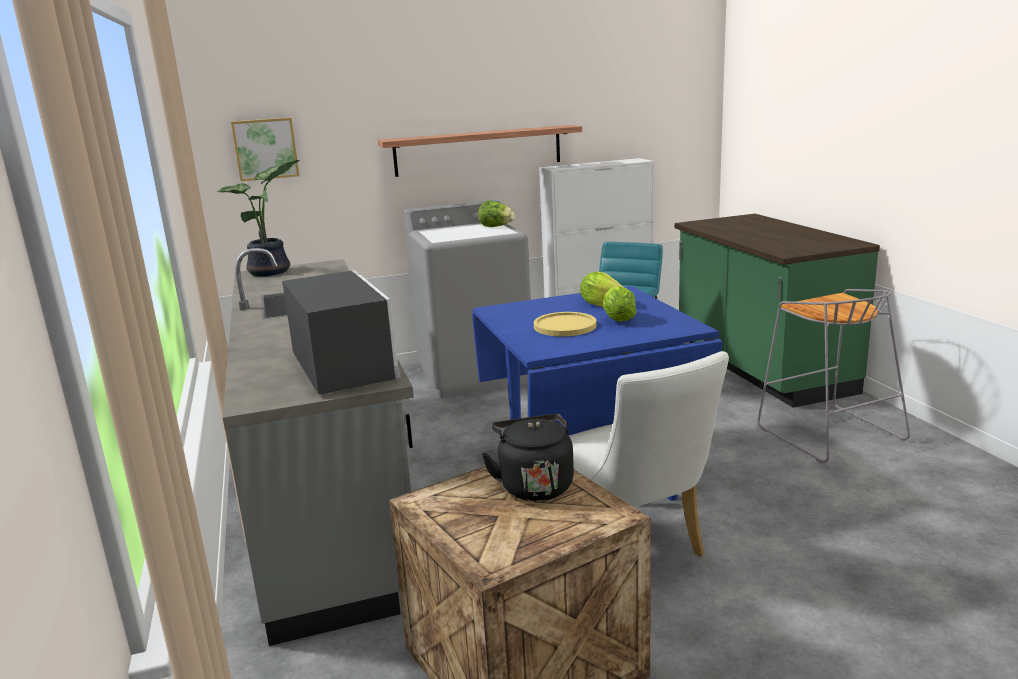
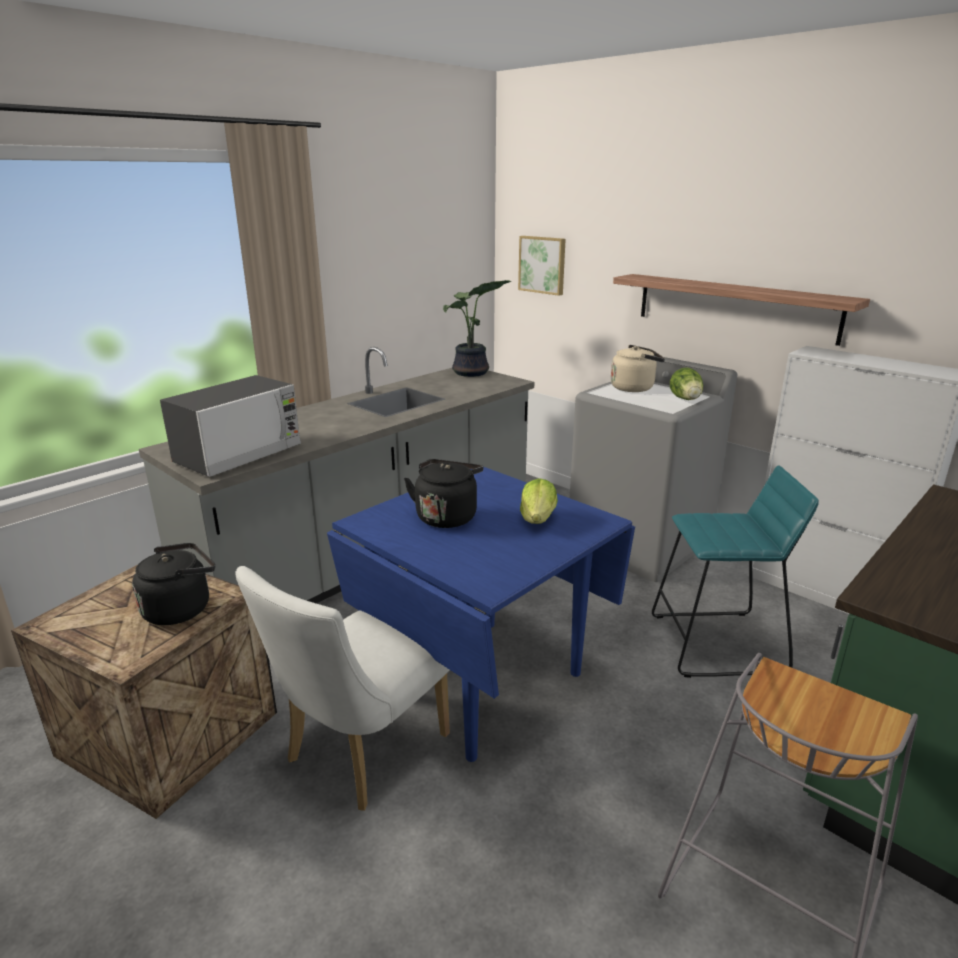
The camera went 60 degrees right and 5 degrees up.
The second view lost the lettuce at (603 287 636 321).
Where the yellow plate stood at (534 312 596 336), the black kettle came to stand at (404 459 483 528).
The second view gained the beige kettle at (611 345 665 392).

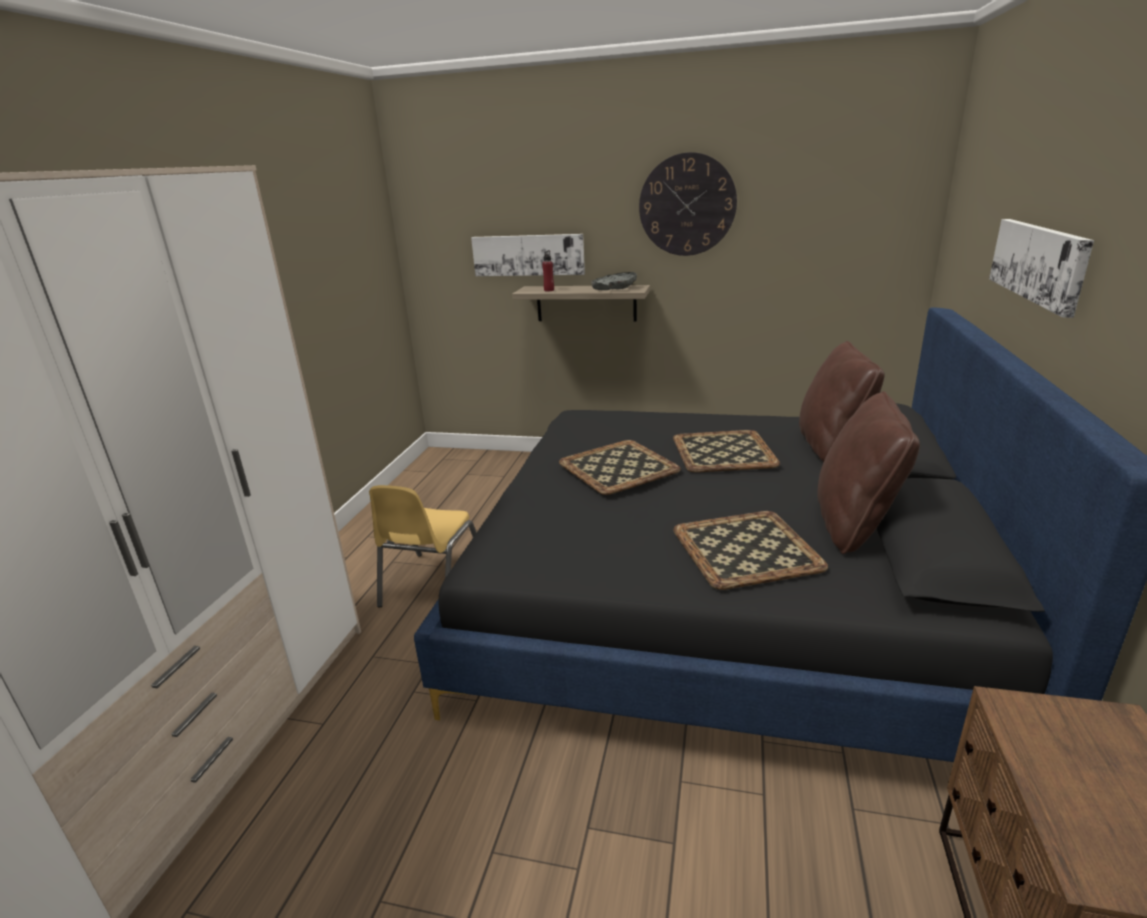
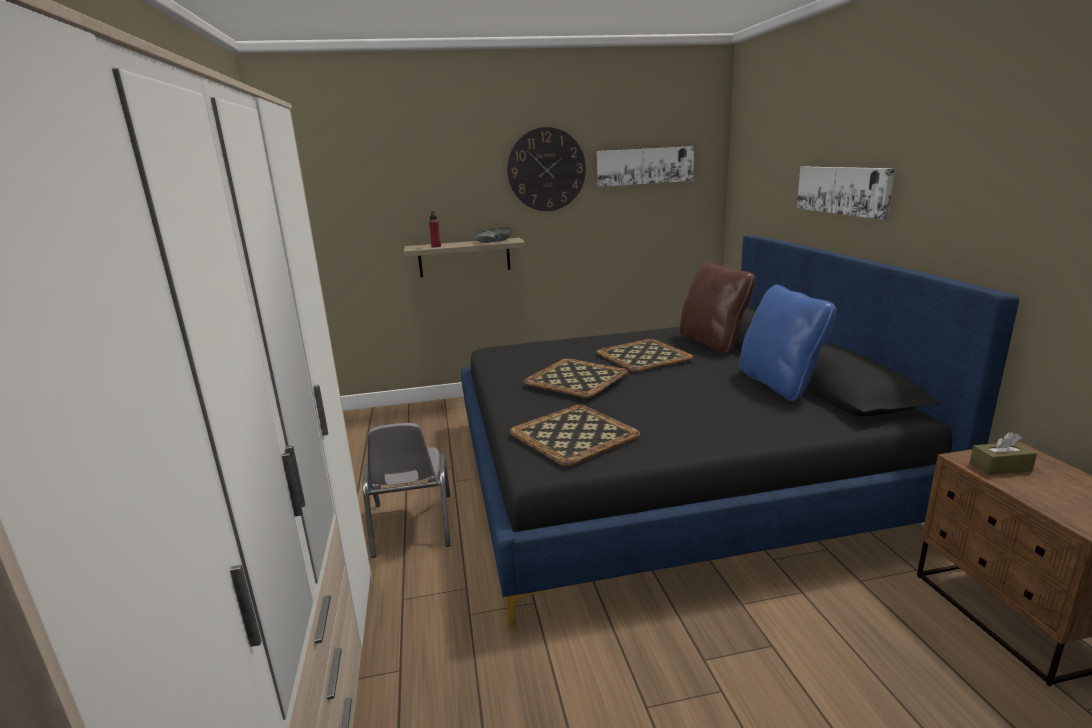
The camera went 25 degrees left and 5 degrees down.
The picture ended up elsewhere, having gone from (471 234 585 276) to (597 146 694 187).
What was the brown pillow at (817 391 920 554) turned into the blue pillow at (739 284 836 401).
What was the yellow chair at (369 485 477 608) turned into the grey chair at (362 423 451 558).
The tray ended up elsewhere, having gone from (673 511 828 590) to (509 405 640 466).
The second view gained the brown tissue box at (970 432 1037 475).

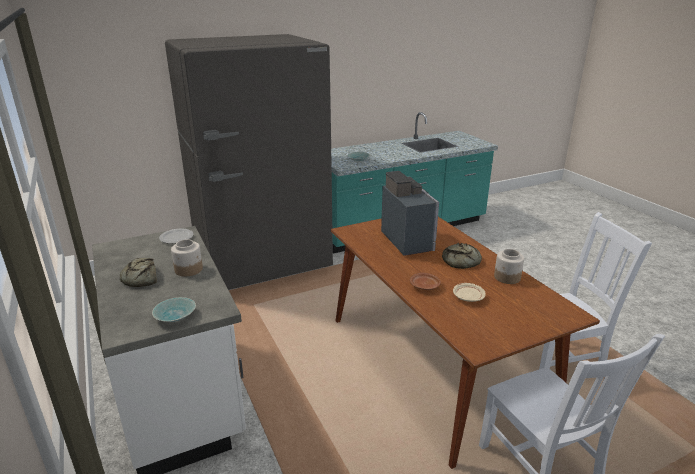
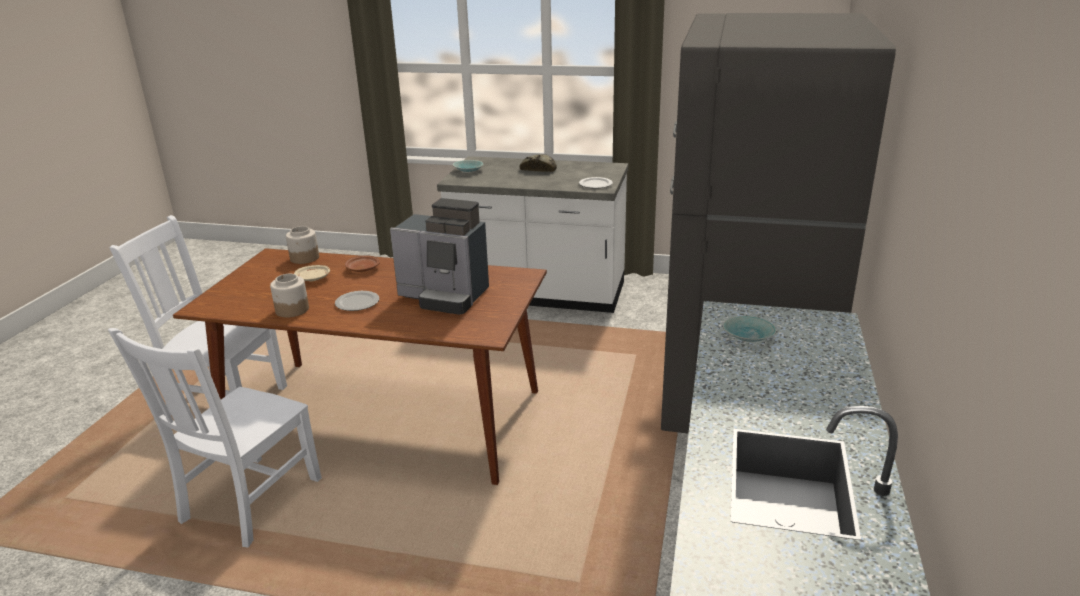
The camera went 130 degrees right and 0 degrees up.
The jar ended up elsewhere, having gone from (171 240 203 276) to (286 226 319 264).
Where the bread stood at (442 243 482 269), the plate came to stand at (335 291 379 311).

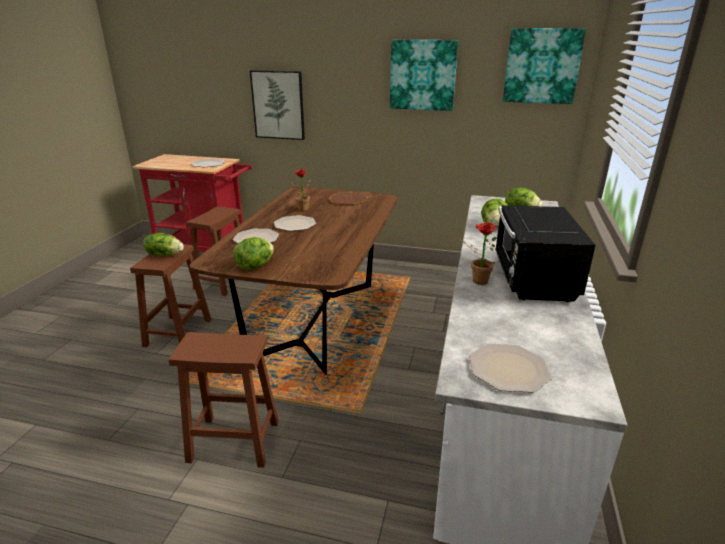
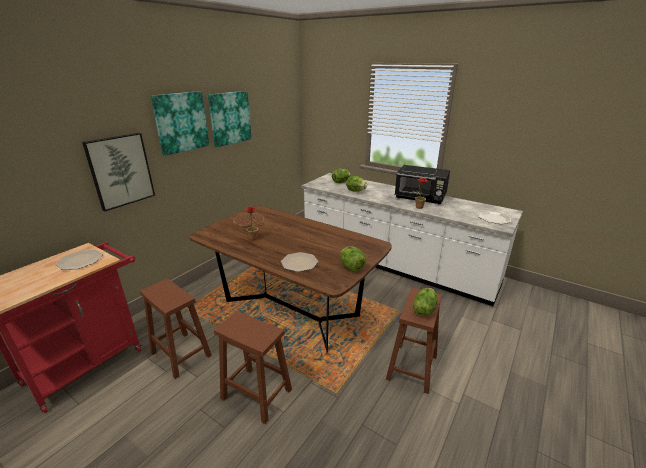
The camera went 70 degrees left and 0 degrees up.
The picture ended up elsewhere, having gone from (503 28 586 104) to (151 91 209 156).
The second view lost the plate at (274 215 316 231).
The lettuce ended up elsewhere, having gone from (143 233 184 257) to (413 288 438 316).

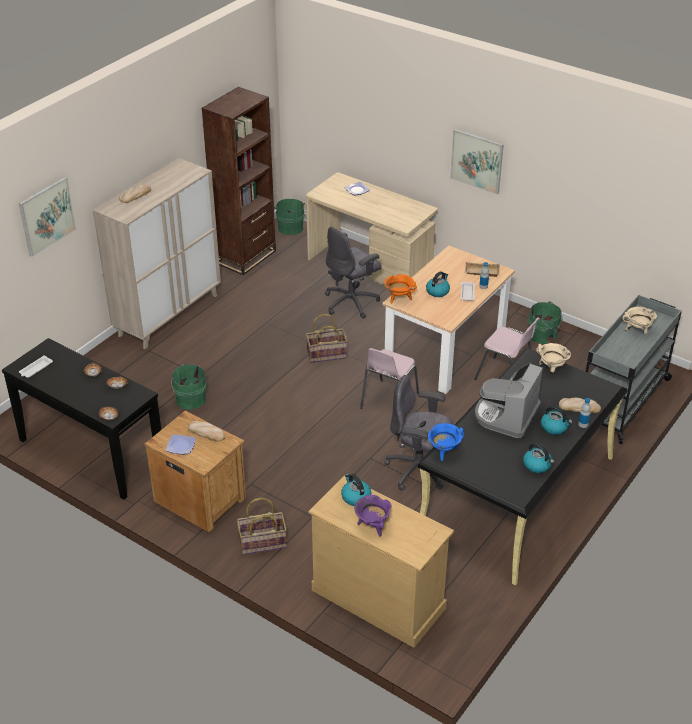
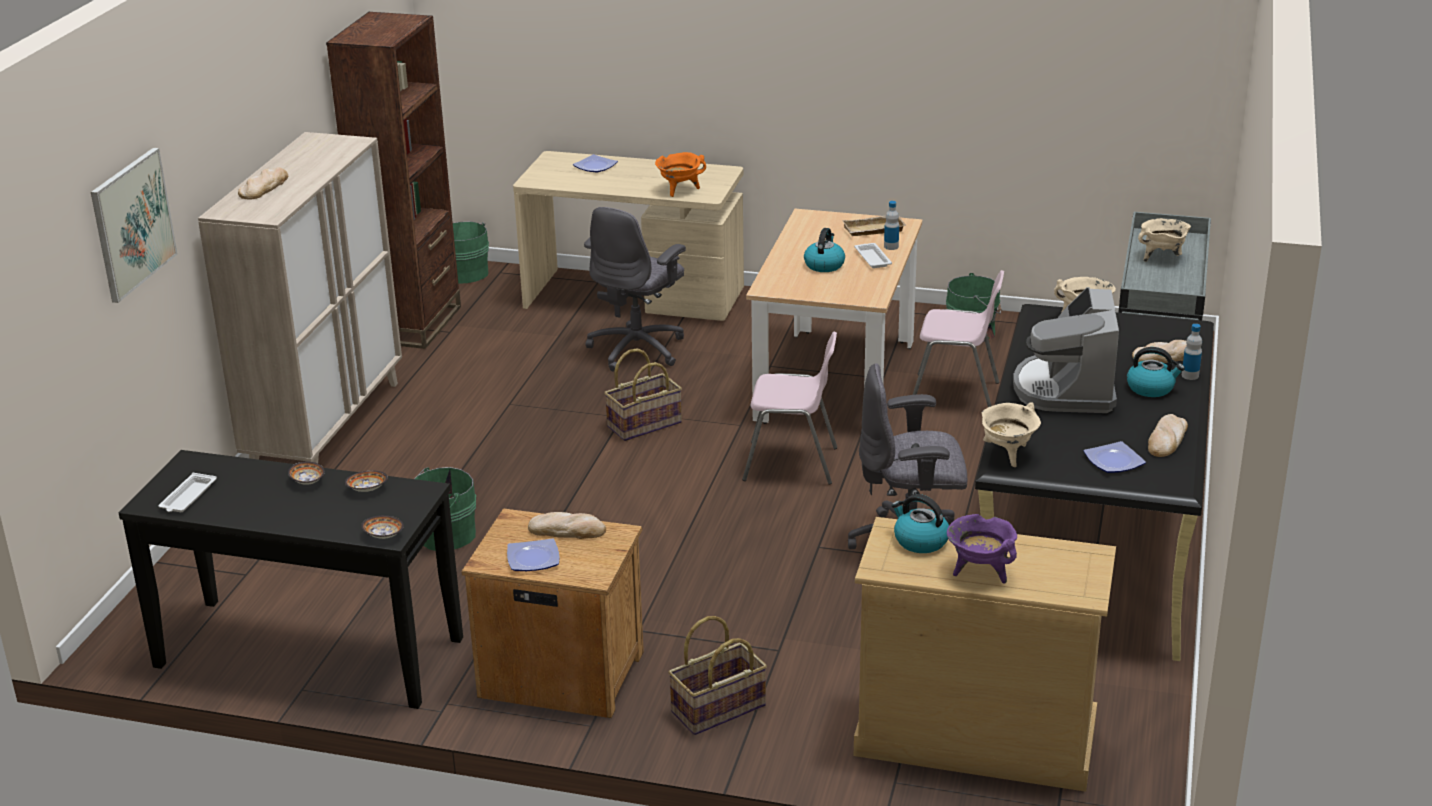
The camera went 20 degrees left and 10 degrees down.
The second view lost the picture at (450 129 504 195).
The orange cooking pot ended up elsewhere, having gone from (384 274 417 303) to (655 152 706 197).
The pink chair at (360 348 419 409) ended up facing another way, 90 degrees counterclockwise from before.
What was the blue cooking pot at (428 423 464 461) turned into the beige cooking pot at (981 403 1041 467).
Where the kettle stood at (523 442 554 473), the bread came to stand at (1148 414 1188 457).
The second view gained the plate at (1083 441 1146 473).

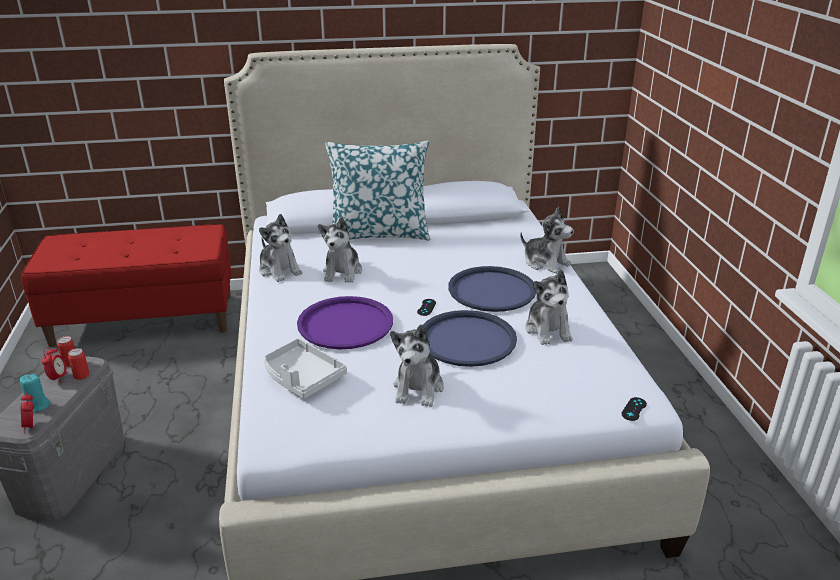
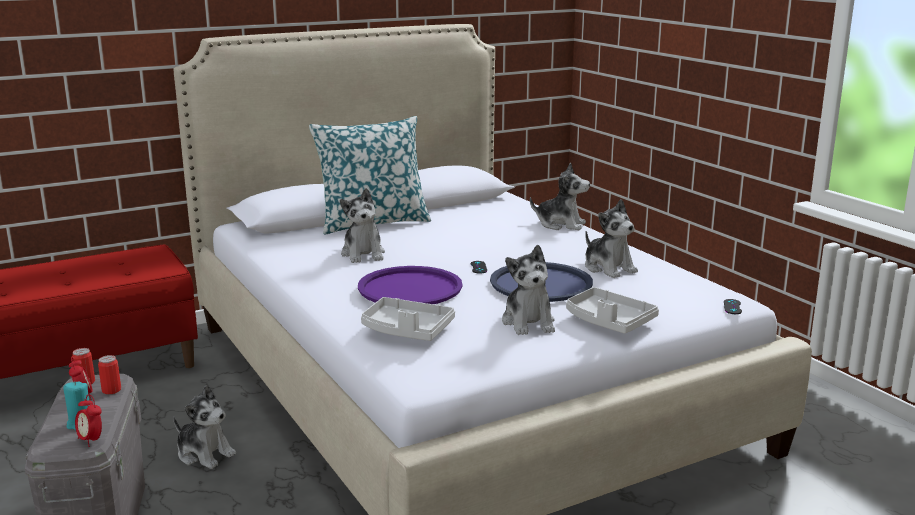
The camera went 20 degrees left and 10 degrees down.
The plush toy ended up elsewhere, having gone from (259 214 303 282) to (173 385 236 469).
The second view lost the blue tray at (448 266 536 312).
The second view gained the grey tray at (566 287 659 334).

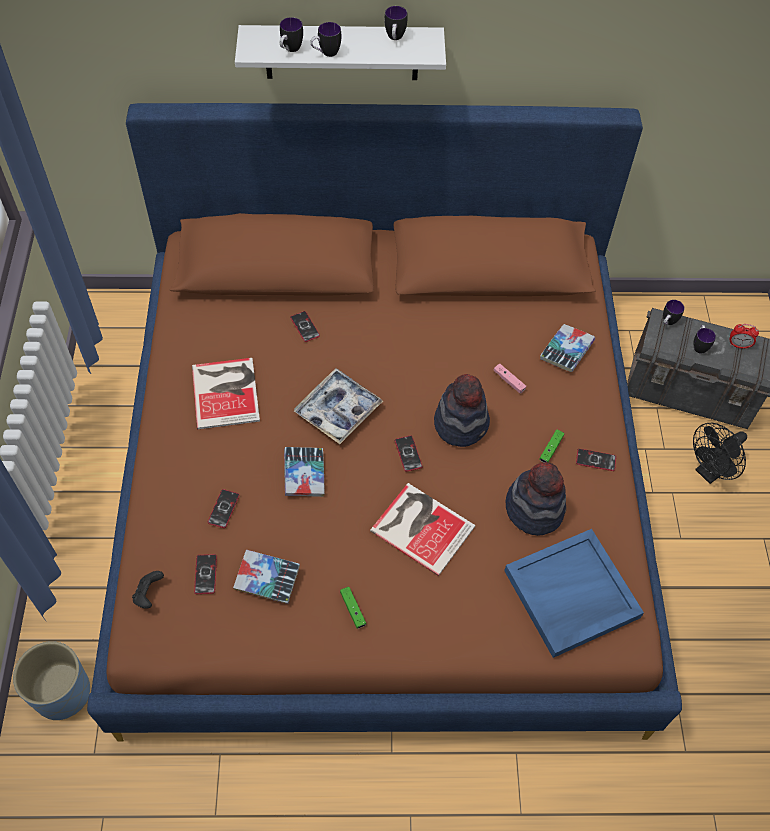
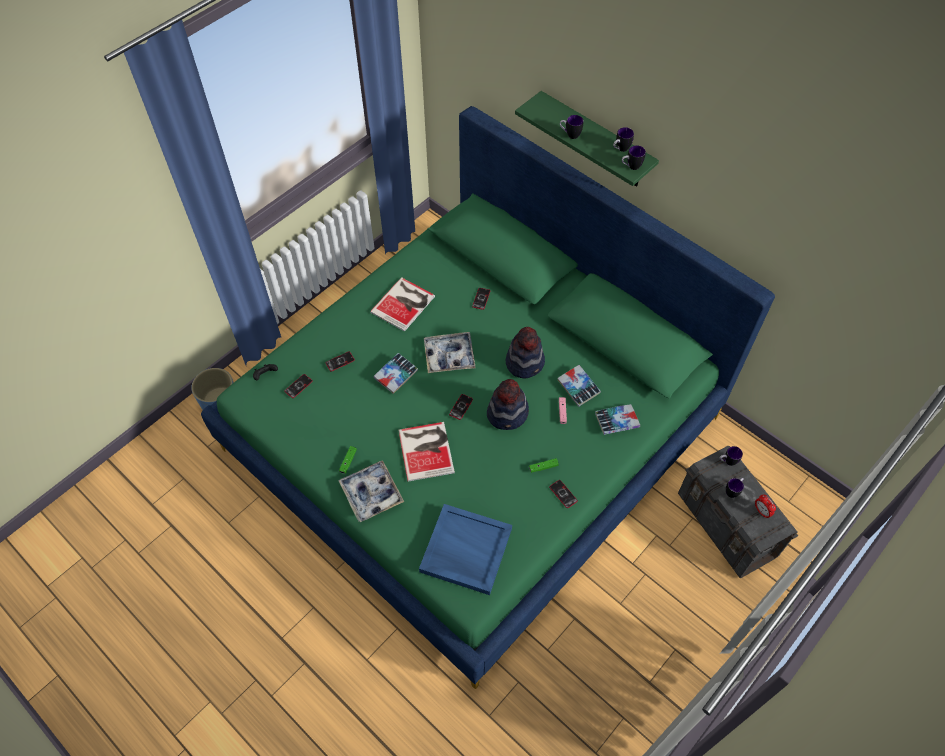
The camera went 45 degrees right and 0 degrees up.
The mug ended up elsewhere, having gone from (280 17 303 52) to (622 145 646 170).
What was the white shelf at (235 25 446 80) turned into the green shelf at (515 91 659 187).
What was the brown bed at (87 103 682 742) turned into the green bed at (201 106 775 689).
The second view lost the black fan at (693 423 747 484).
The hat ended up elsewhere, having gone from (506 462 567 536) to (506 327 545 378).
The book ended up elsewhere, having gone from (233 550 300 604) to (557 365 601 407).
The second view gained the tray at (338 460 404 522).

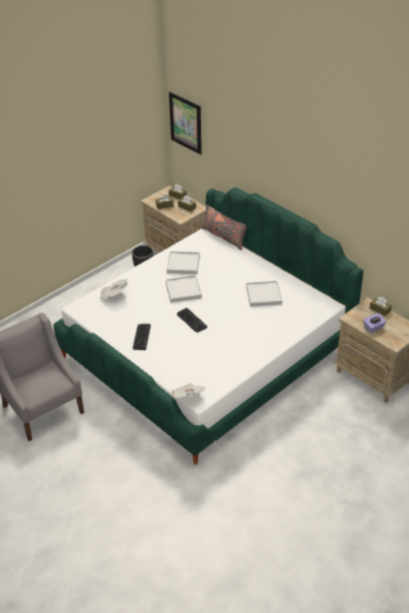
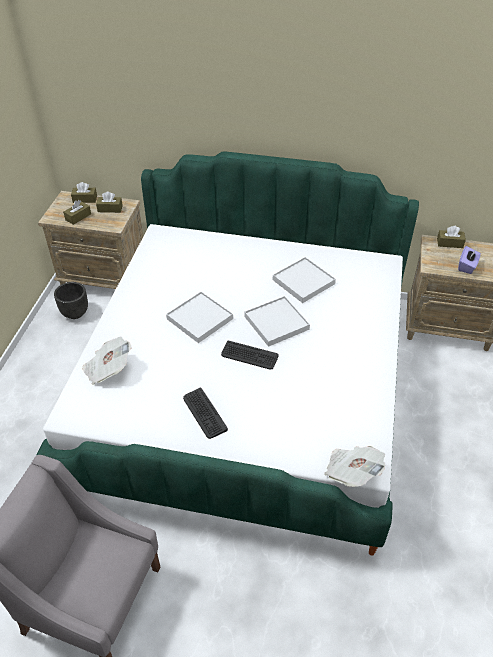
The camera went 35 degrees left and 5 degrees up.
The second view lost the picture at (169 92 202 155).
The second view lost the grey pillow at (202 205 247 250).
The white tray ended up elsewhere, having gone from (167 251 200 275) to (244 296 310 347).

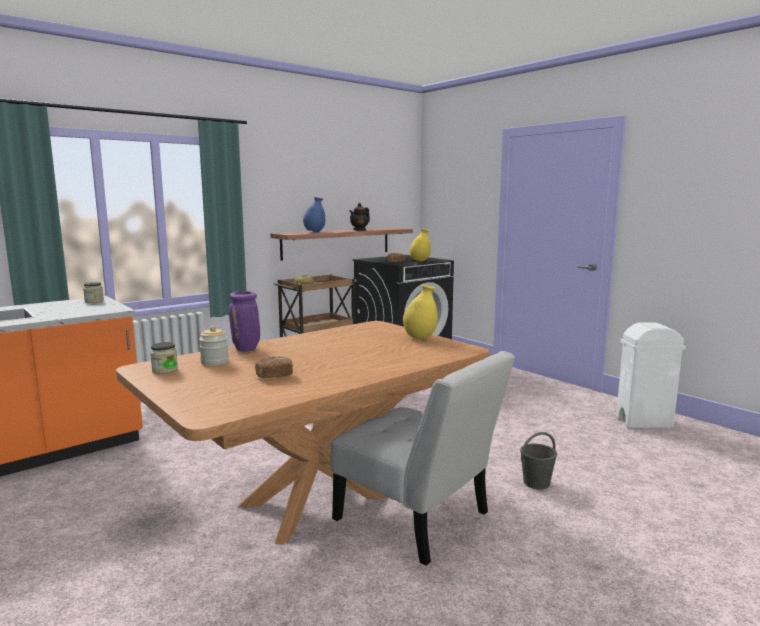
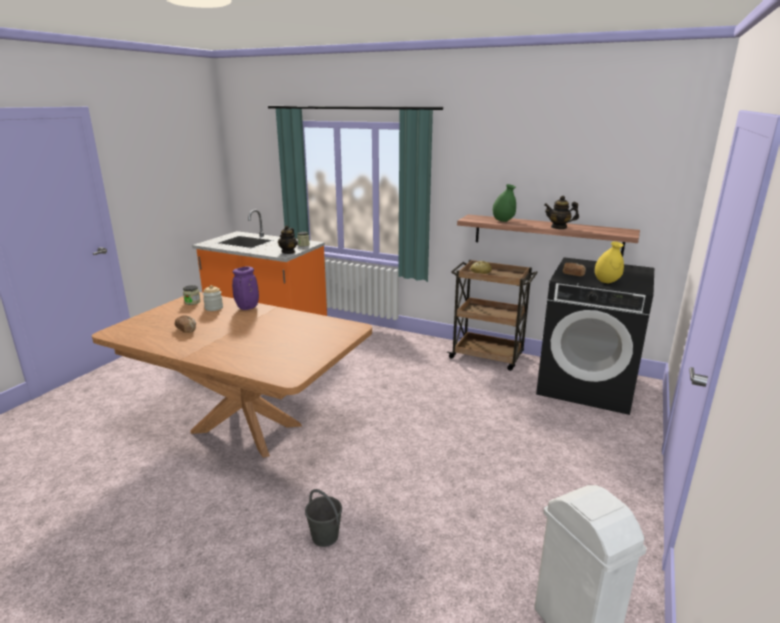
The camera went 65 degrees right and 10 degrees up.
What was the blue vase at (303 197 325 232) turned into the green vase at (493 184 516 222).
The second view lost the yellow vase at (403 285 438 339).
The second view lost the white chair at (330 351 515 566).
The second view gained the teapot at (278 225 298 254).

